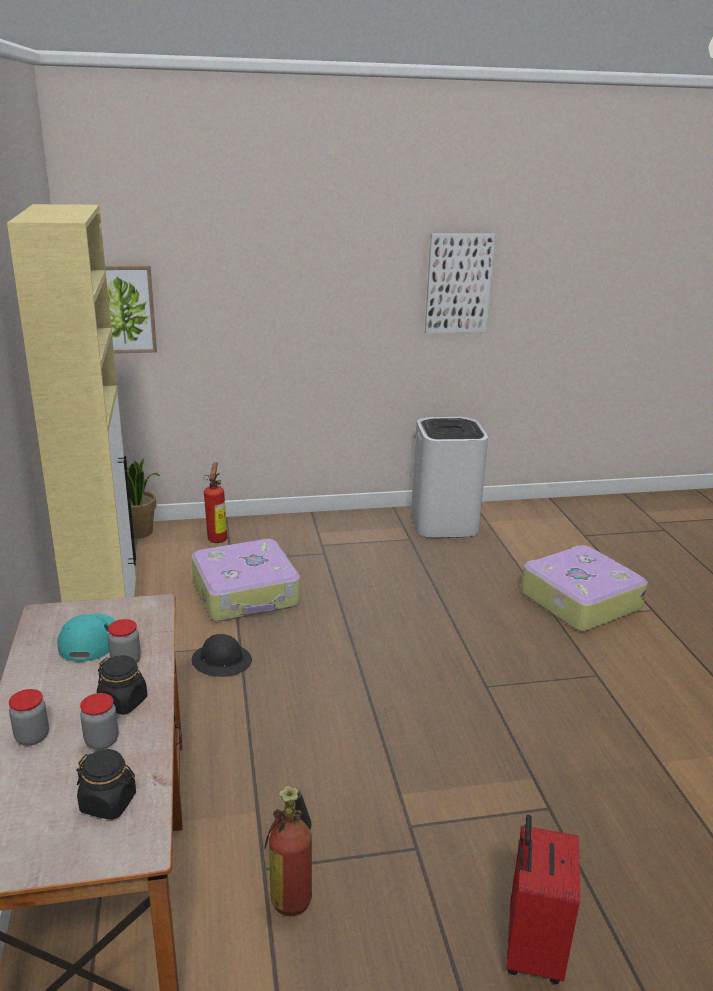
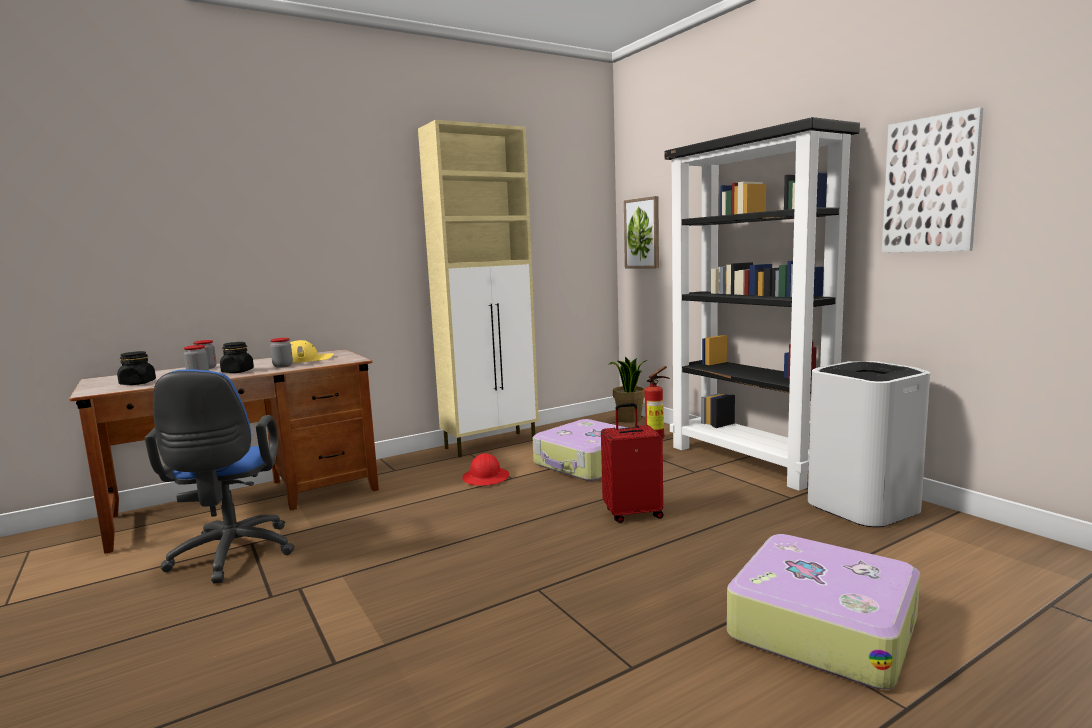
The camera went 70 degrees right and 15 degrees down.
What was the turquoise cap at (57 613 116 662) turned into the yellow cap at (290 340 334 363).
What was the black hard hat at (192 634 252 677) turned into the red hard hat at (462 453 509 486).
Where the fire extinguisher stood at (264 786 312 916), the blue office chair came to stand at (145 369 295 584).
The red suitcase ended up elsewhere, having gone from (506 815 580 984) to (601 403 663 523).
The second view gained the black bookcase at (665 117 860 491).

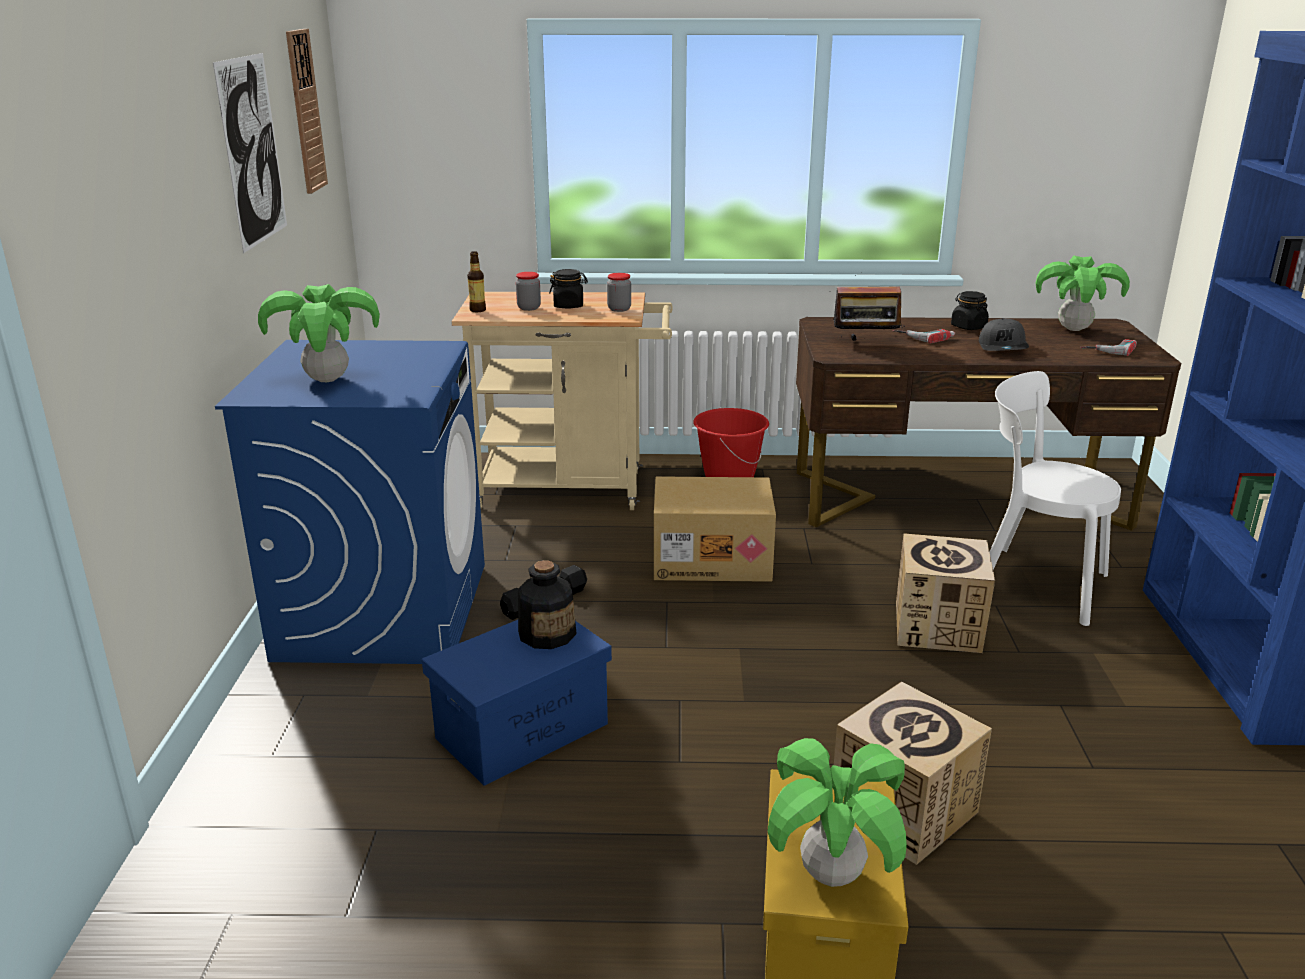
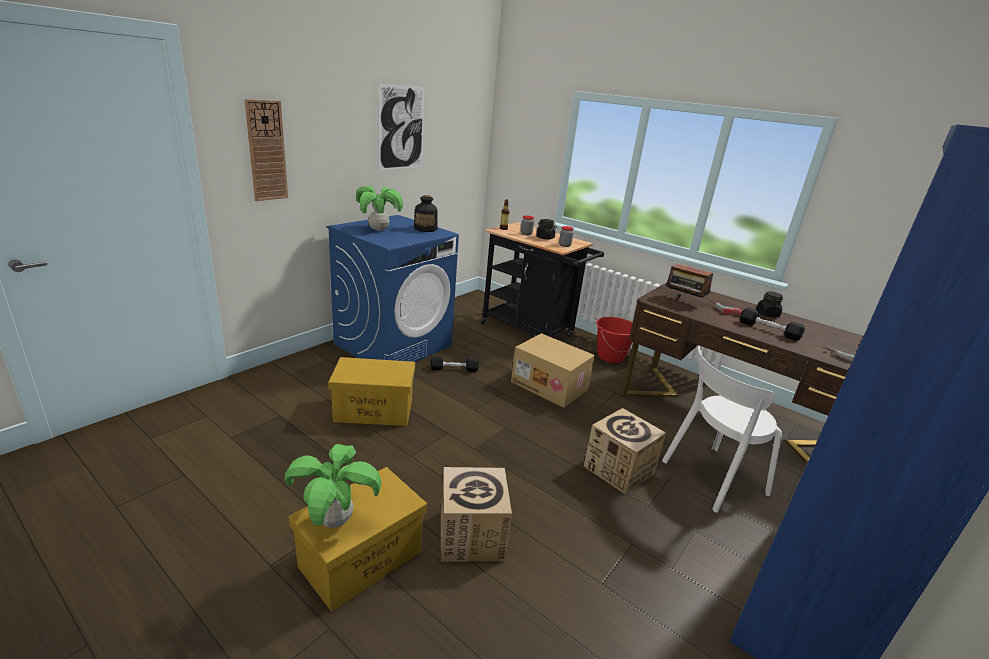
The camera went 35 degrees right and 0 degrees up.
The wall clock ended up elsewhere, having gone from (286 29 328 194) to (244 99 288 201).
The second view lost the potted plant at (1036 256 1130 331).
What was the beige cart at (452 292 673 510) turned into the black cart at (481 222 604 337).
Where the grey cap stood at (979 318 1029 351), the black dumbbell came to stand at (740 307 805 341).
The white chair at (990 371 1121 626) ended up facing another way, 90 degrees counterclockwise from before.
The bottle ended up elsewhere, having gone from (518 560 577 649) to (414 195 438 232).
What was the blue storage box at (422 620 612 786) turned into the yellow storage box at (328 357 415 426).

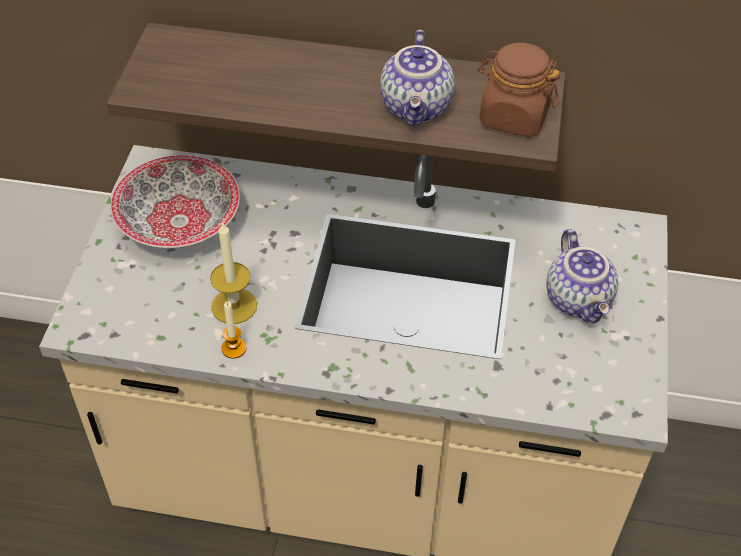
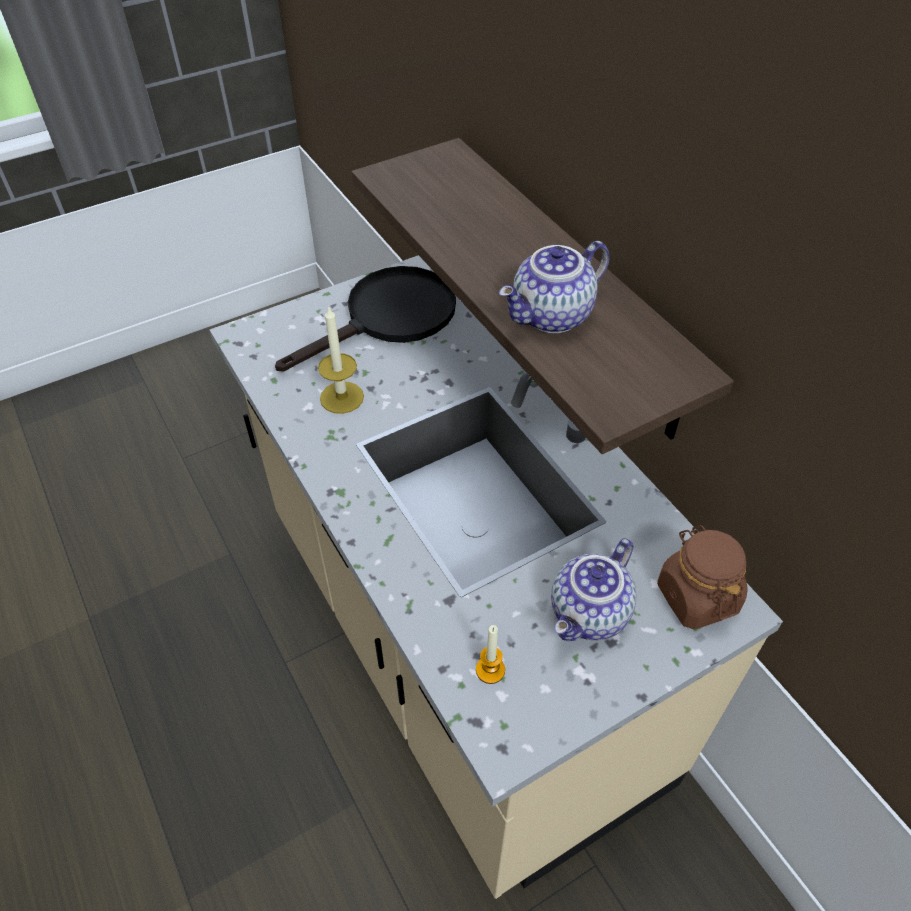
The camera went 50 degrees right and 0 degrees up.
The brown jar ended up elsewhere, having gone from (478 43 560 137) to (657 525 748 630).
Where the bowl stood at (110 155 240 248), the black frying pan came to stand at (275 266 456 371).
The candle ended up elsewhere, having gone from (222 301 247 359) to (476 625 505 684).

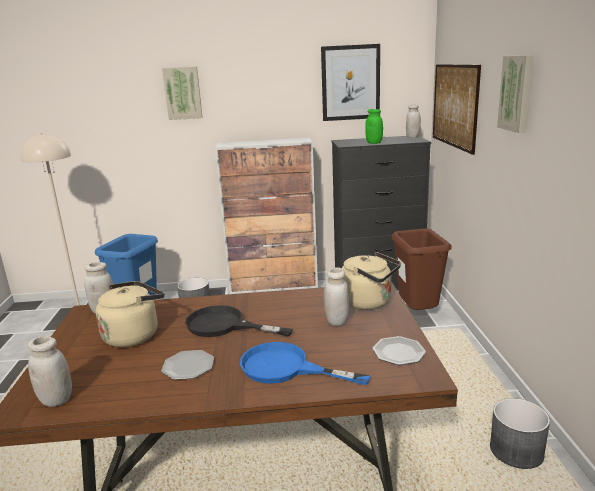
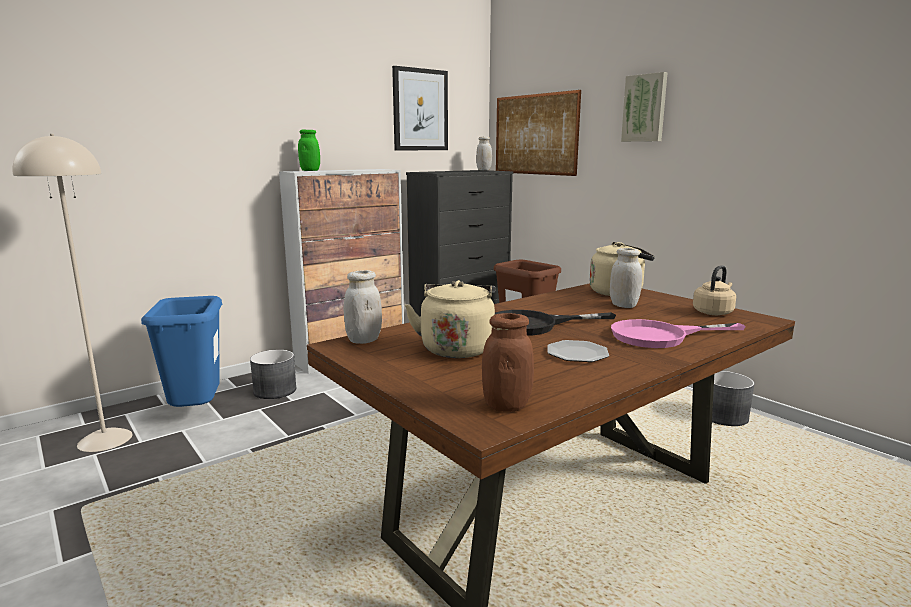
The camera went 35 degrees left and 5 degrees down.
The second view lost the picture at (162 67 203 120).
The green jar ended up elsewhere, having gone from (365 109 383 144) to (298 129 320 171).
What was the white jar at (27 336 72 407) turned into the brown jar at (482 313 534 412).
Where the plate stood at (372 336 426 365), the beige kettle came to stand at (693 265 736 315).
What was the blue frying pan at (240 342 371 385) turned into the pink frying pan at (611 319 746 348).

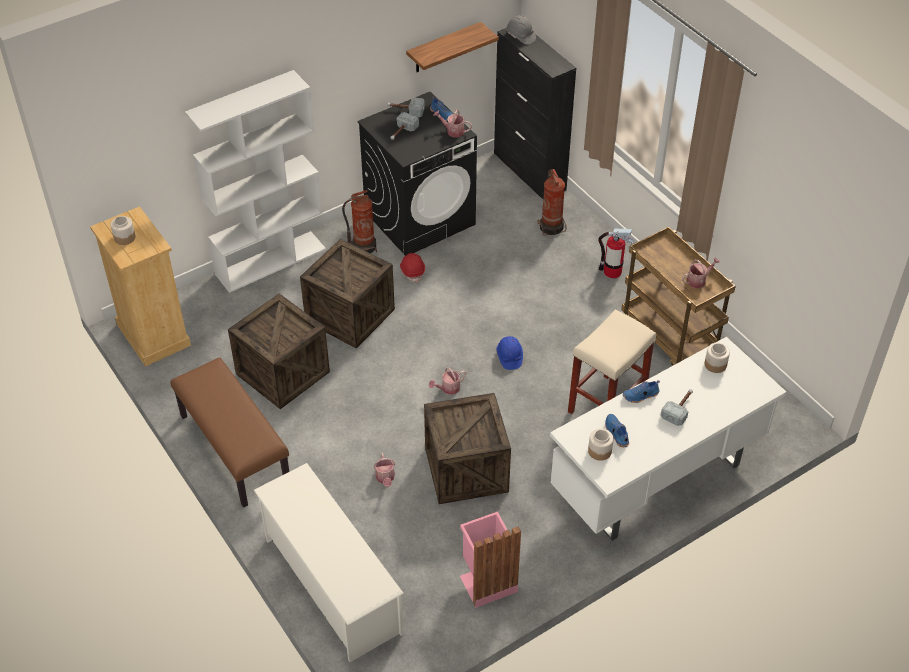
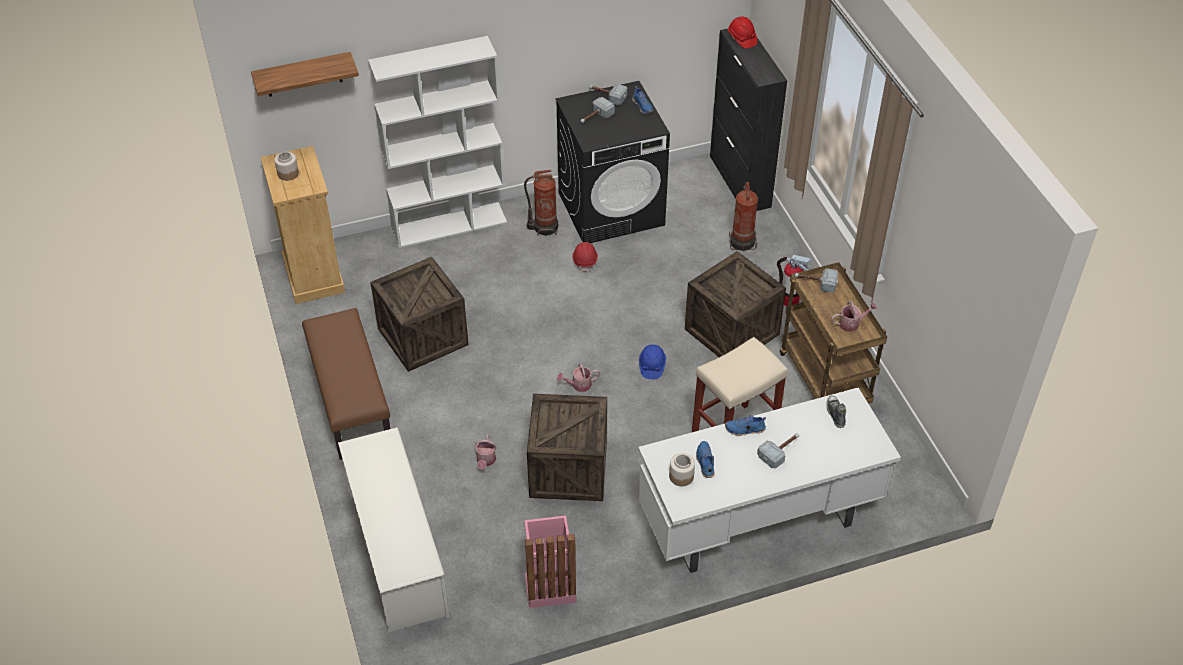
The camera went 15 degrees right and 0 degrees up.
What was the grey hard hat at (506 15 536 45) turned into the red hard hat at (728 17 757 48).
The shelf ended up elsewhere, having gone from (406 22 499 72) to (251 52 359 97).
The second view lost the watering can at (433 110 472 137).
The crate ended up elsewhere, having gone from (300 239 395 349) to (685 251 786 357).
Where the jar stood at (705 343 730 373), the shoe came to stand at (826 395 846 428).
The second view gained the hammer at (795 268 838 293).

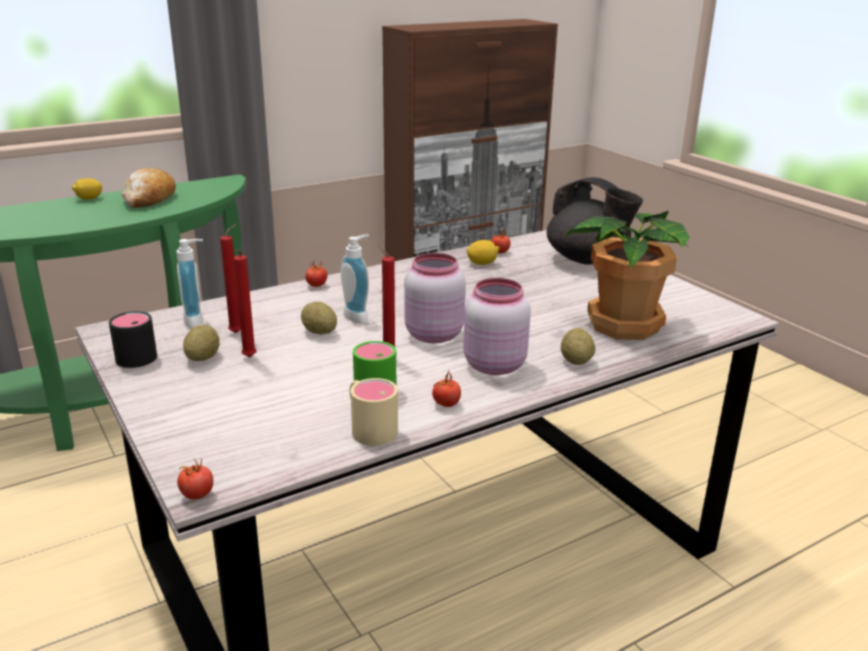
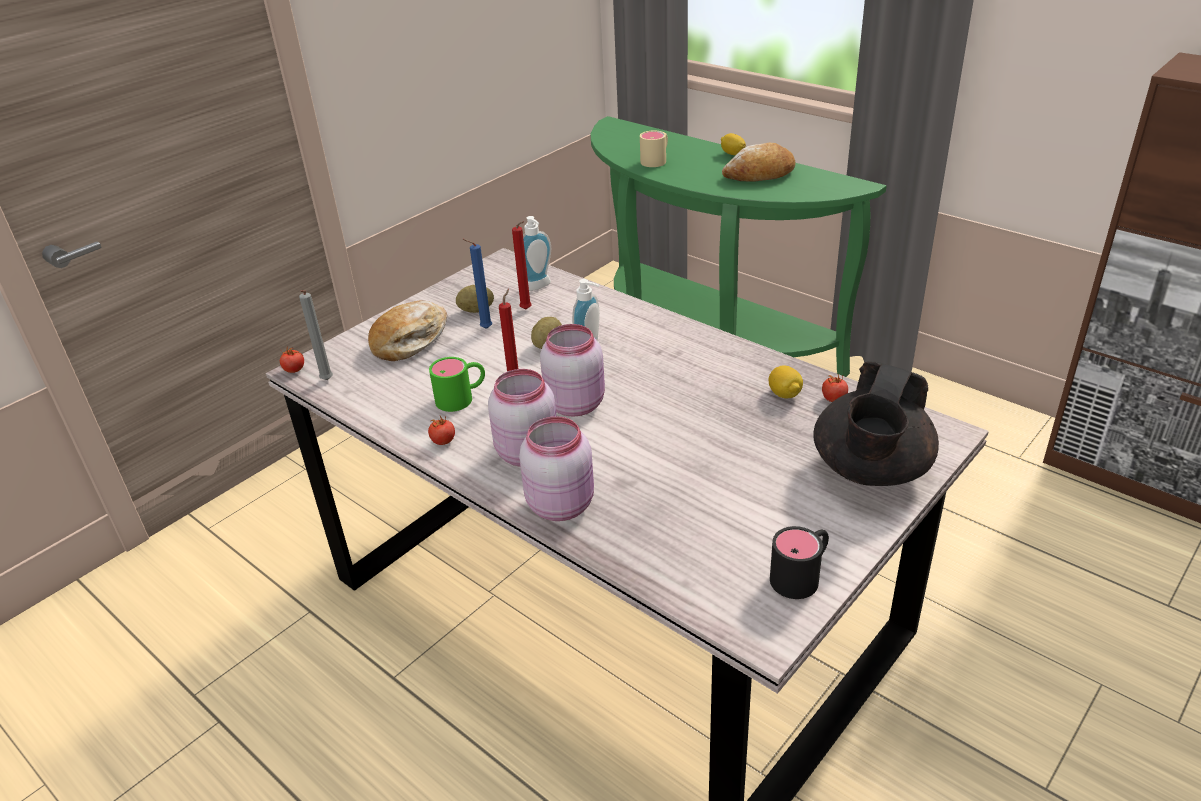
The camera went 75 degrees right and 10 degrees up.
The second view lost the potted plant at (564 210 690 340).
What was the red candle at (234 250 257 358) turned into the blue candle at (463 239 492 329).
The second view lost the tomato at (305 259 327 287).
The black mug ended up elsewhere, having gone from (109 311 157 368) to (770 526 829 599).
Where the potato stood at (561 328 595 365), the pink jar came to stand at (519 416 594 521).
The beige mug ended up elsewhere, having gone from (349 378 398 446) to (640 130 668 167).
The second view gained the grey candle at (299 290 333 380).
The second view gained the bread at (368 301 447 361).

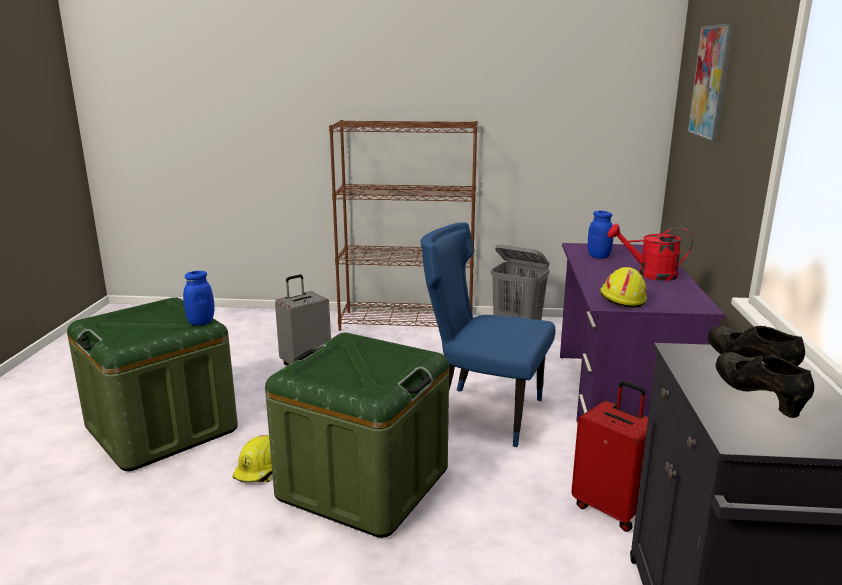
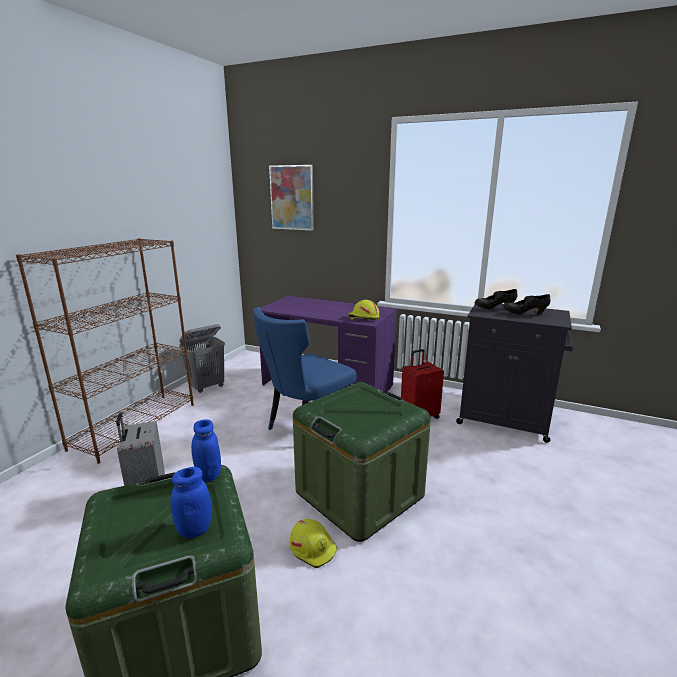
The camera went 70 degrees left and 0 degrees up.
The blue jar ended up elsewhere, having gone from (588 211 613 259) to (170 467 212 538).
The second view lost the red watering can at (607 224 693 281).

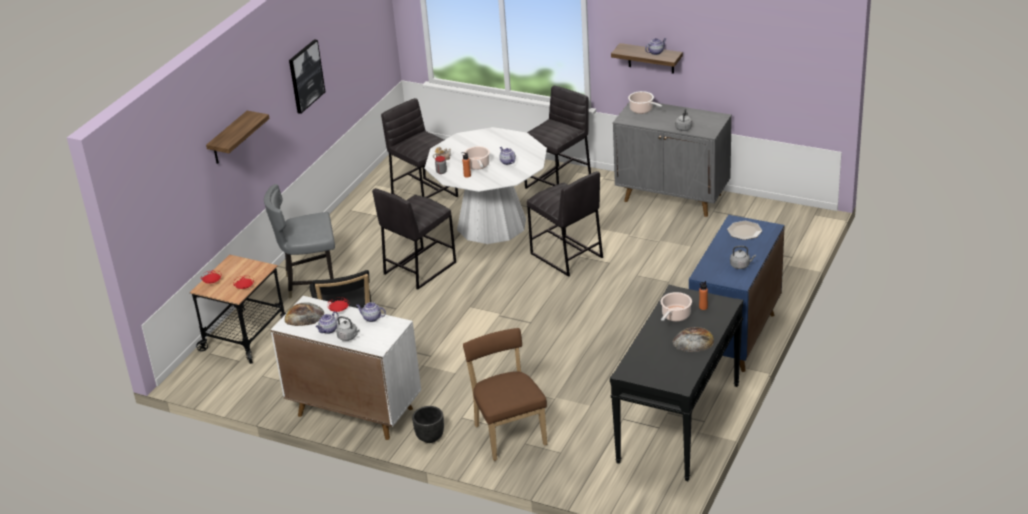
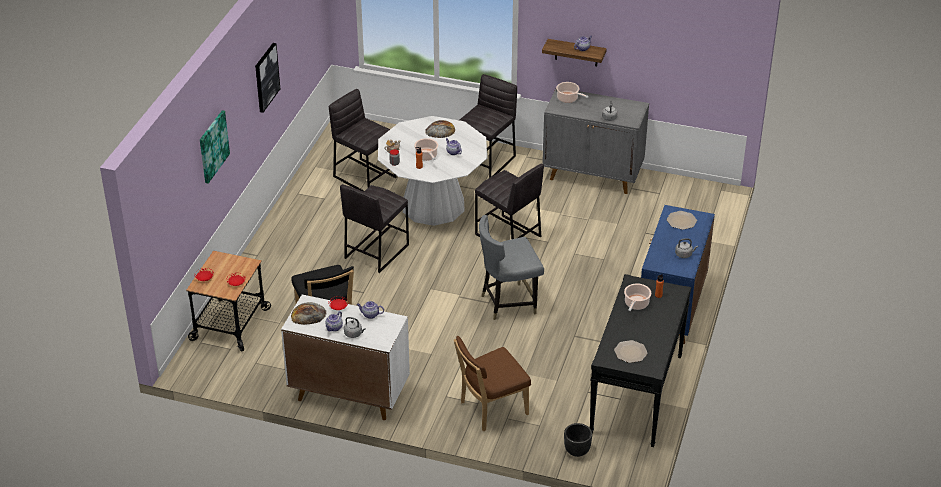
The camera went 10 degrees left and 5 degrees up.
Where the shelf hung at (206 111 270 164), the picture came to hang at (200 110 230 184).
The grey chair ended up elsewhere, having gone from (264 184 335 298) to (479 215 544 320).
The bread ended up elsewhere, having gone from (673 327 714 352) to (425 120 455 138).
The brown chair at (463 328 547 461) ended up facing another way, 90 degrees counterclockwise from before.
The black planter ended up elsewhere, having gone from (412 406 444 443) to (564 423 592 457).
The second view gained the plate at (614 340 648 363).

